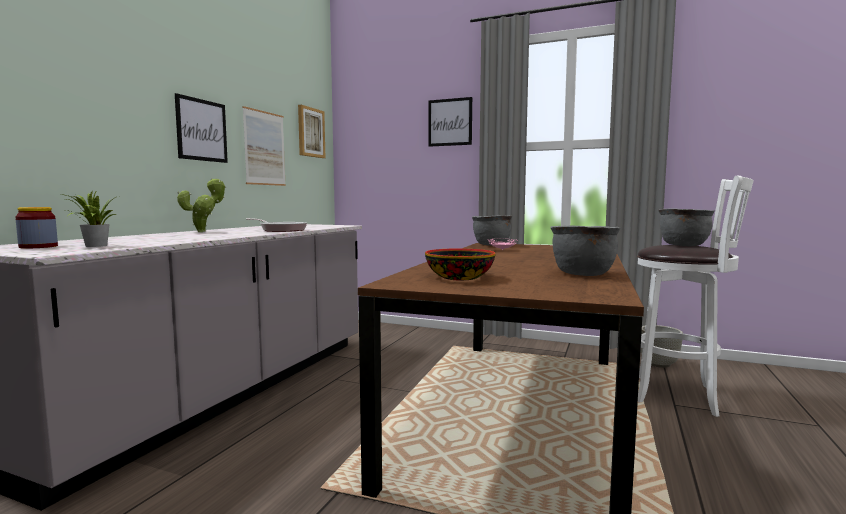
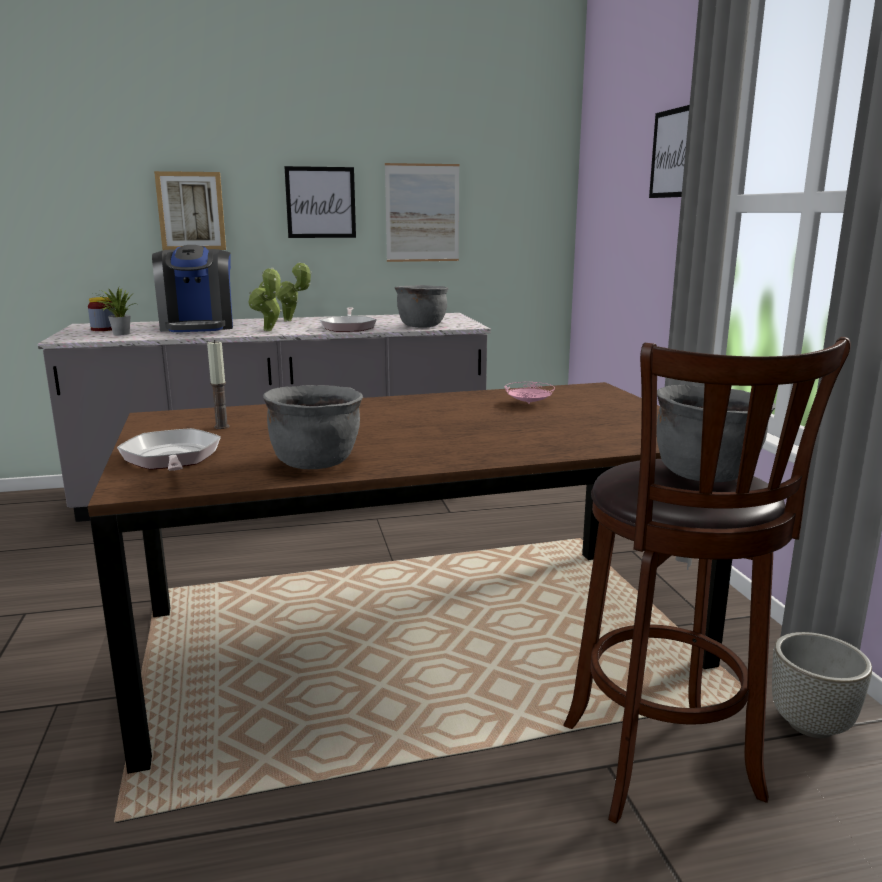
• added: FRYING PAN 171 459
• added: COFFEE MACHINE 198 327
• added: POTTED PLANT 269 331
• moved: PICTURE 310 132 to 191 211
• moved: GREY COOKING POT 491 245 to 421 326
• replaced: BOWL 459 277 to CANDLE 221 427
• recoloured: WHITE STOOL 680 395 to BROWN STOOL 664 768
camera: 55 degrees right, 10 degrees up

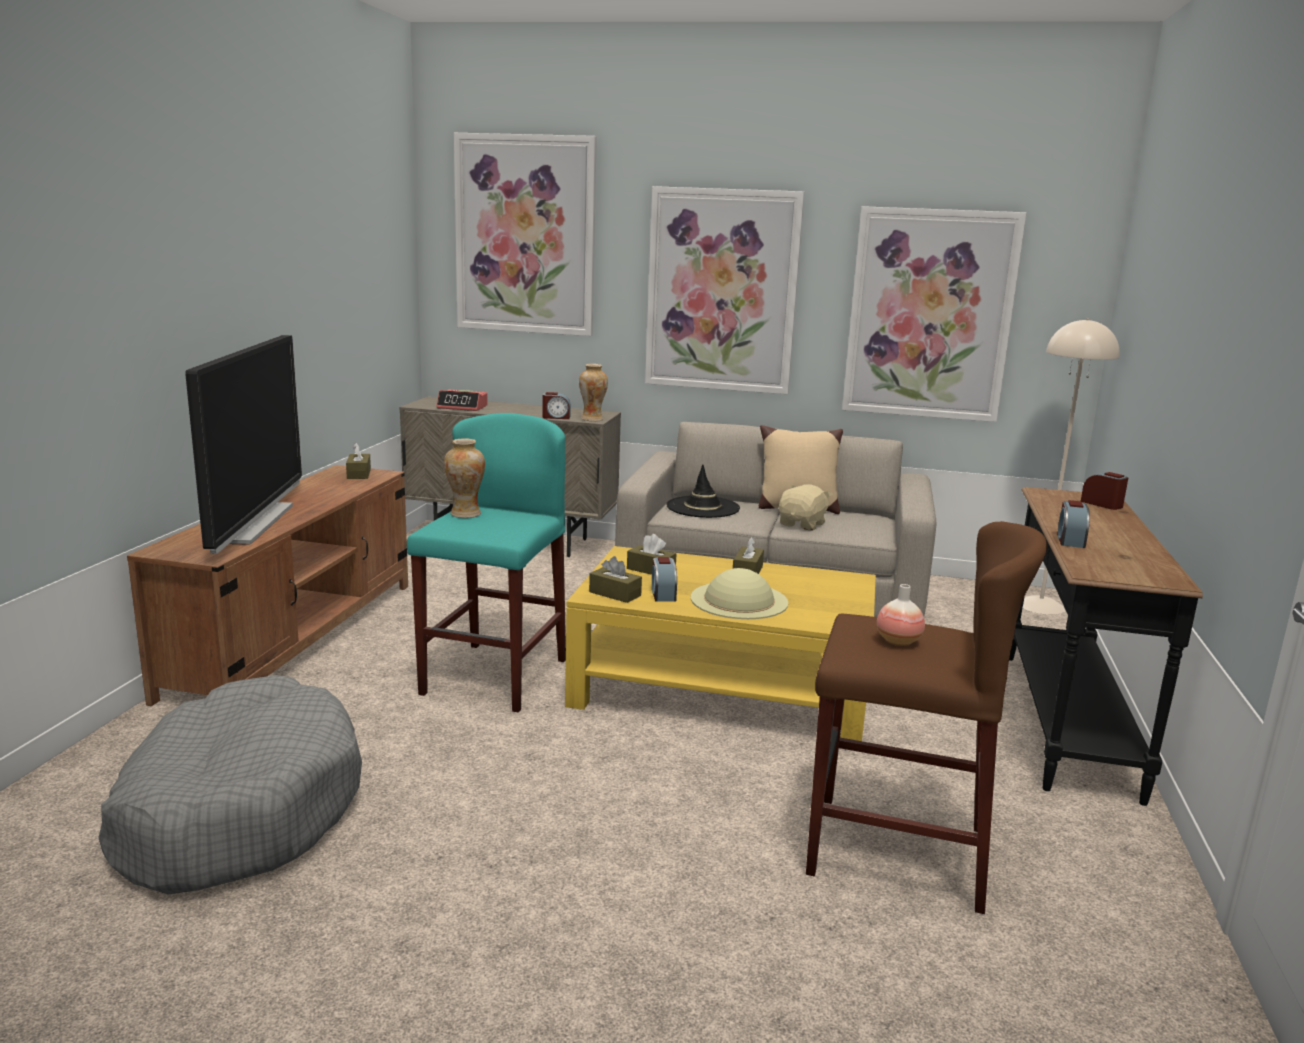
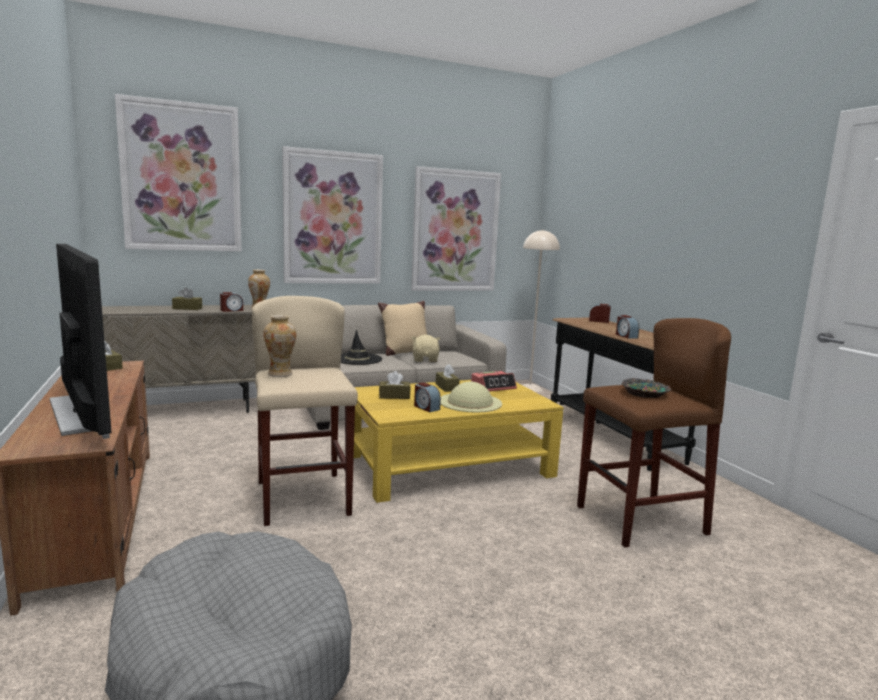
• moved: ALARM CLOCK 462 407 to 493 387
• moved: BROWN TISSUE BOX 615 594 to 187 308
• replaced: VASE 898 641 to BOWL 645 393
• recoloured: TURQUOISE STOOL 494 676 to BEIGE STOOL 303 498
camera: 35 degrees left, 5 degrees down

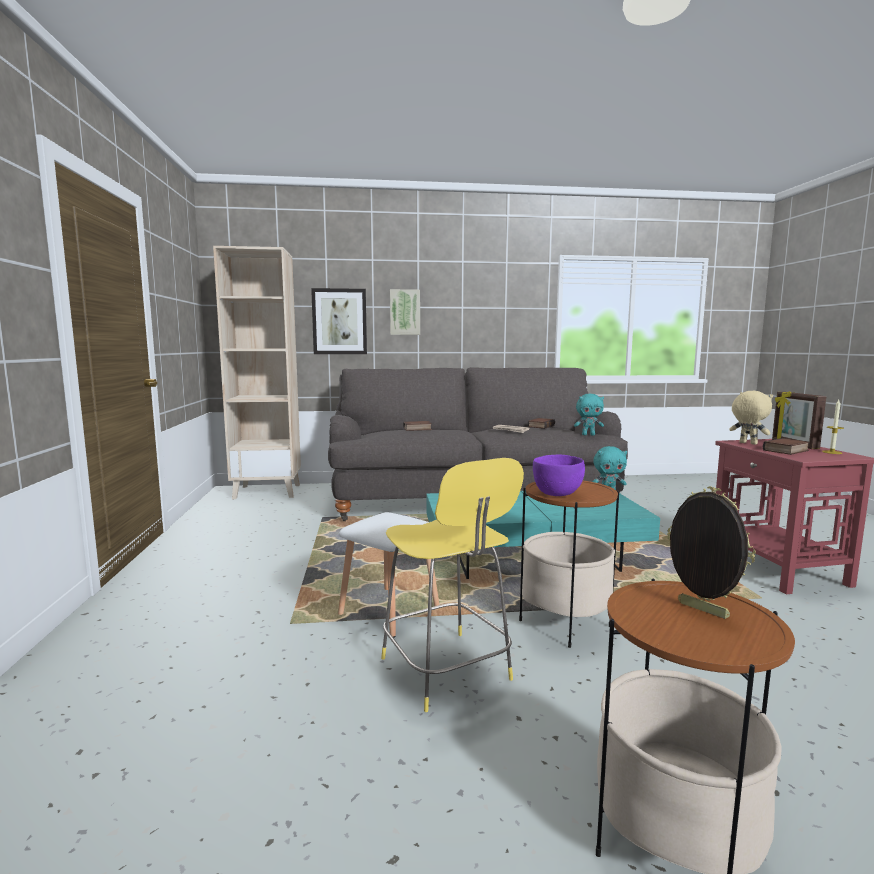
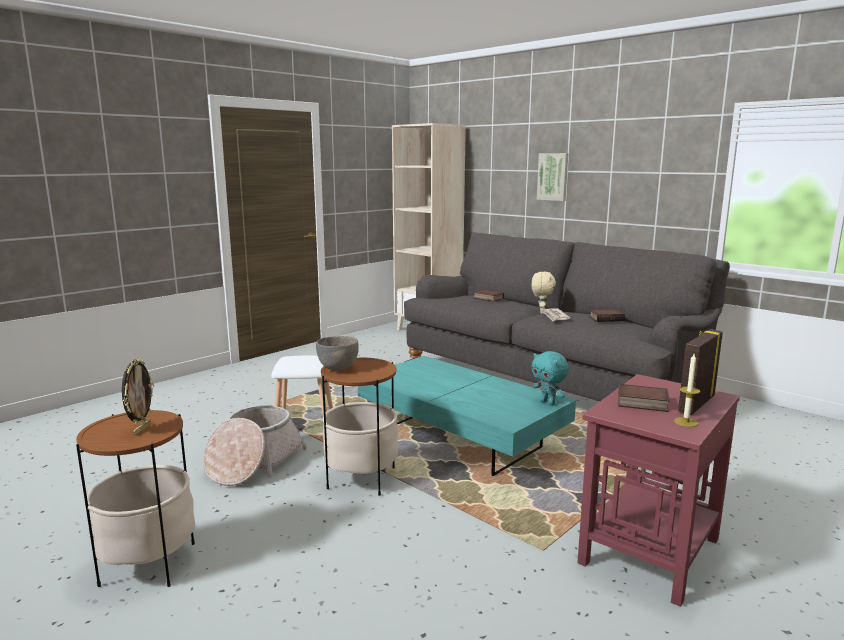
• removed: PICTURE 339 321
• removed: TURQUOISE PLUSH TOY 588 435
• moved: BEIGE PLUSH TOY 747 443 to 541 312
• replaced: YELLOW STOOL 447 671 to BASKET 253 463
• recoloured: PURPLE BOWL 557 494 to GREY BOWL 338 368
camera: 50 degrees right, 5 degrees up

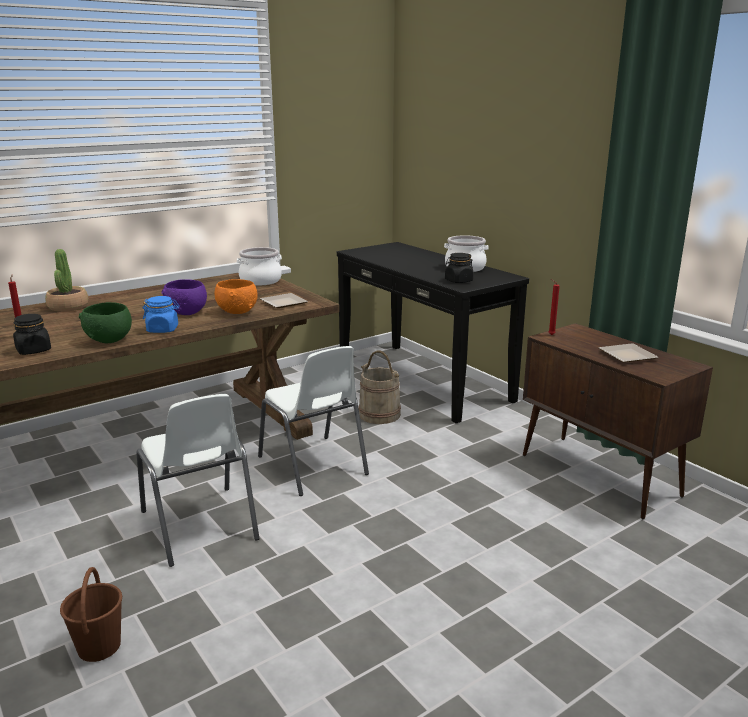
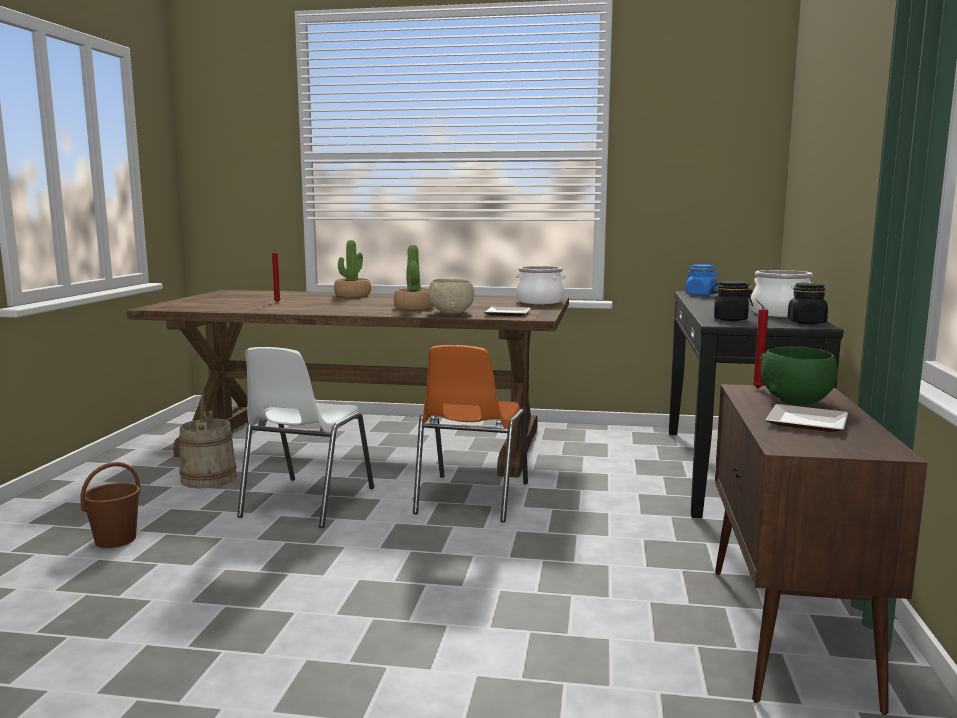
• moved: BLACK JAR 34 350 to 806 322
• moved: GREEN BOWL 110 340 to 797 401
• moved: BLUE JAR 163 330 to 701 295
• moved: BEIGE BUCKET 379 414 to 209 479
• replaced: PURPLE BOWL 187 312 to POTTED PLANT 414 307
• recoloured: ORANGE BOWL 237 311 to BEIGE BOWL 452 312
• recoloured: WHITE CHAIR 313 466 to ORANGE CHAIR 470 499
camera: 45 degrees right, 10 degrees down

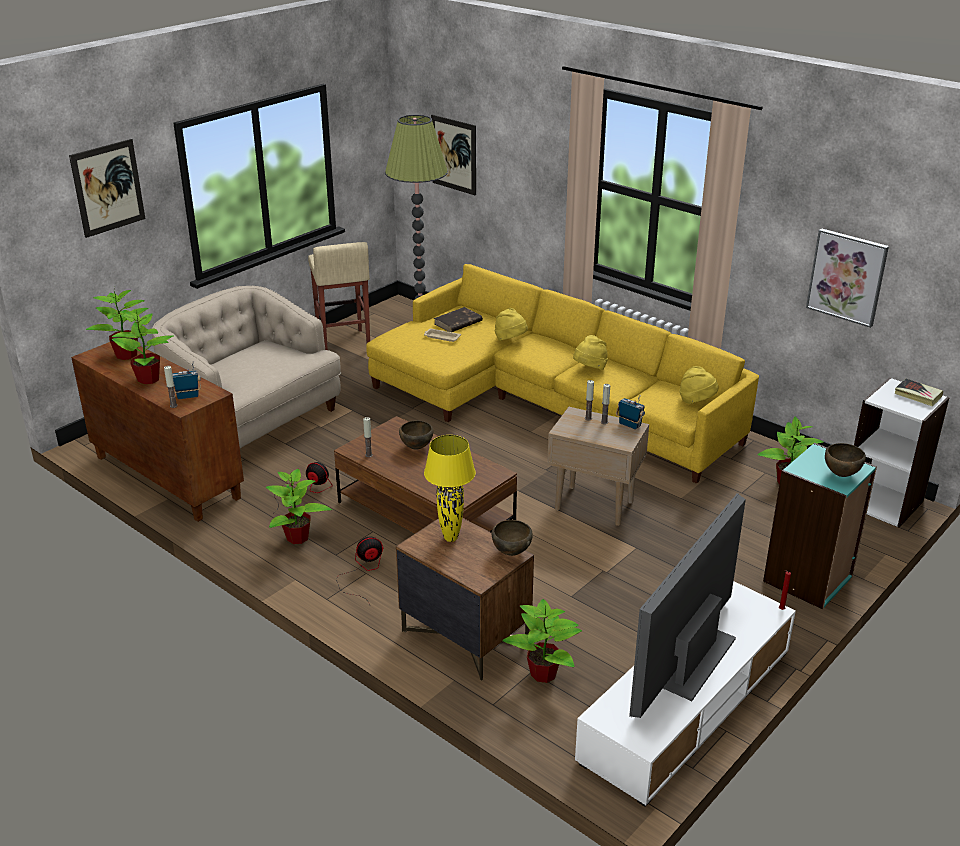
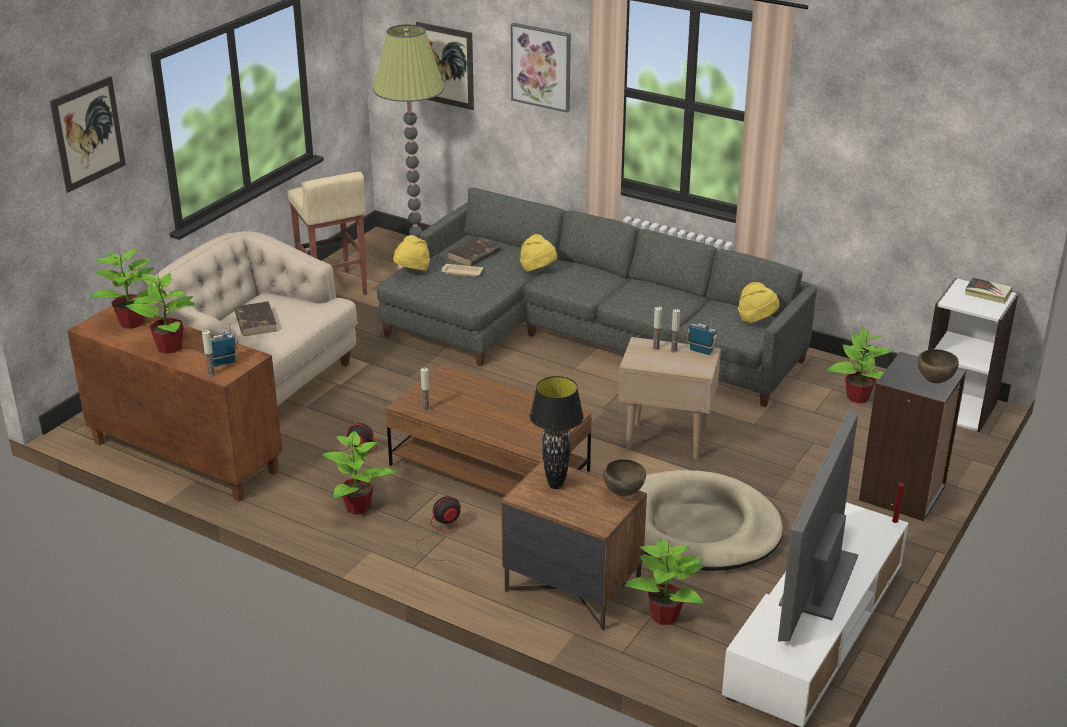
• removed: BROWN BOWL 416 448
• added: BROWN BOOK 255 321
• added: BEIGE DOG BED 698 527
• moved: YELLOW HAT 589 369 to 412 271
• moved: PICTURE 847 277 to 541 67
• recoloured: YELLOW SOFA 545 401 to GREY SOFA 580 333
• recoloured: YELLOW TABLE LAMP 450 538 to BLACK TABLE LAMP 555 485
• recoloured: TURQUOISE BOOKCASE 808 579 to BLACK BOOKCASE 903 493
camera: 10 degrees left, 0 degrees up

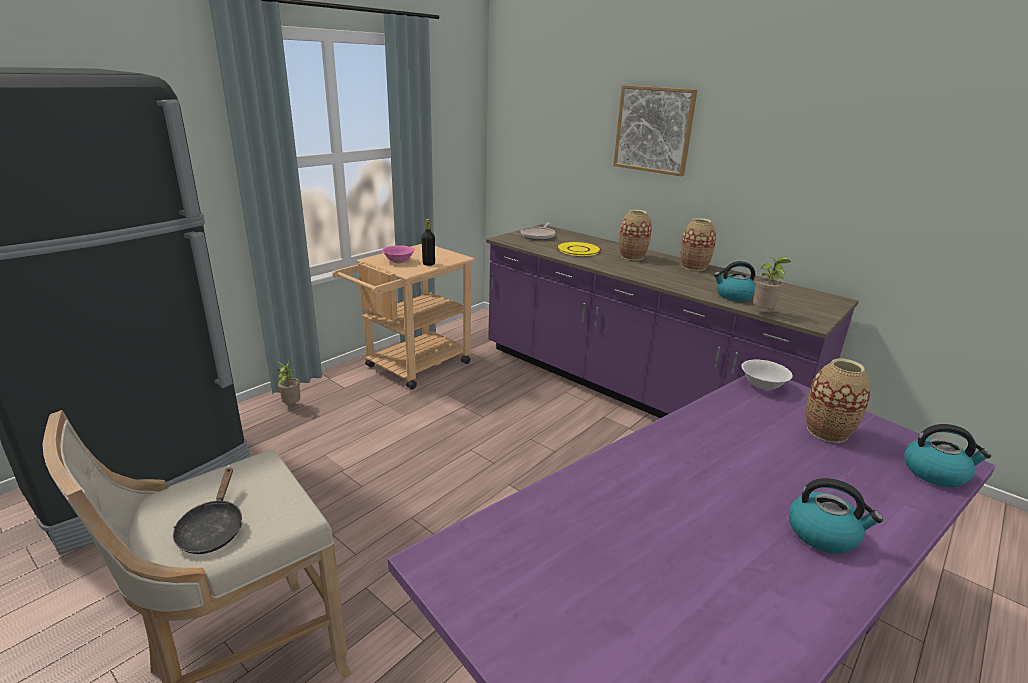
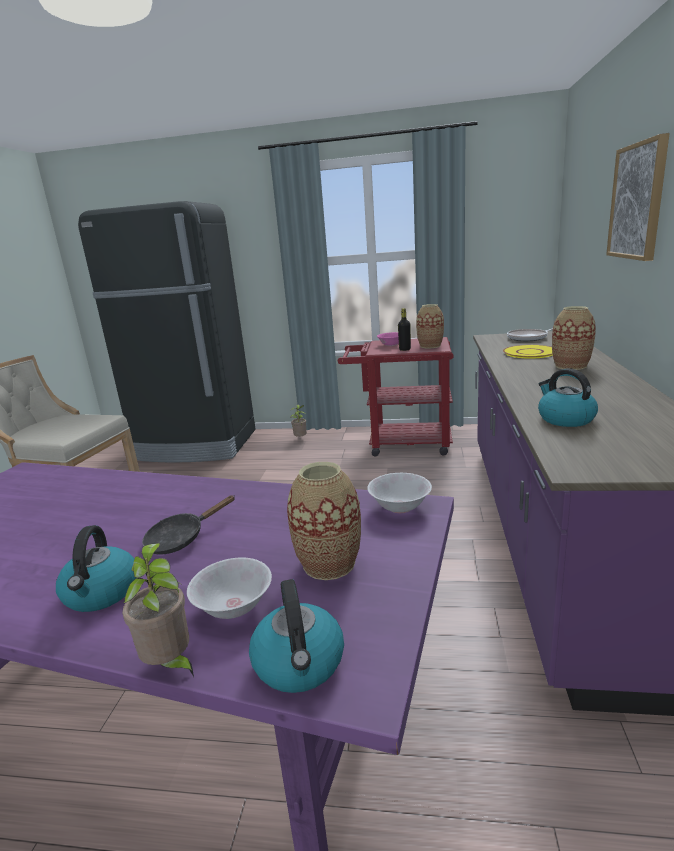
• added: WHITE BOWL 234 607
• moved: BLACK FRYING PAN 213 529 to 181 538
• moved: VASE 693 267 to 430 346
• moved: POTTED PLANT 763 312 to 170 665
• recoloured: BEIGE CART 411 367 to RED CART 401 443
camera: 60 degrees right, 5 degrees down

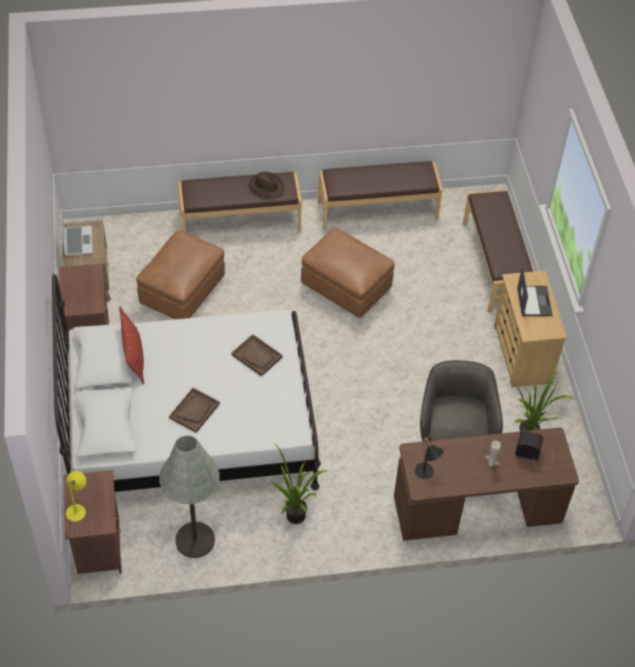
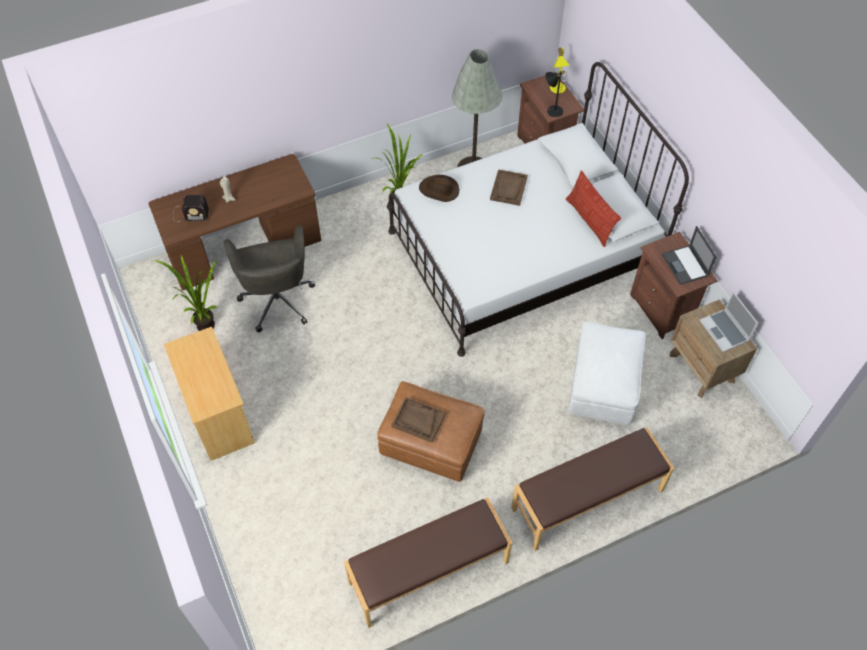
• removed: BROWN BENCH 495 265
• moved: BROWN TRAY 257 356 to 418 420
• moved: BROWN HAT 266 186 to 439 190
• moved: BLACK TABLE LAMP 426 473 to 552 109
• moved: LAPTOP 534 301 to 685 265
• recoloured: BROWN OTTOMAN 183 291 to WHITE OTTOMAN 602 386
camera: 165 degrees right, 5 degrees up

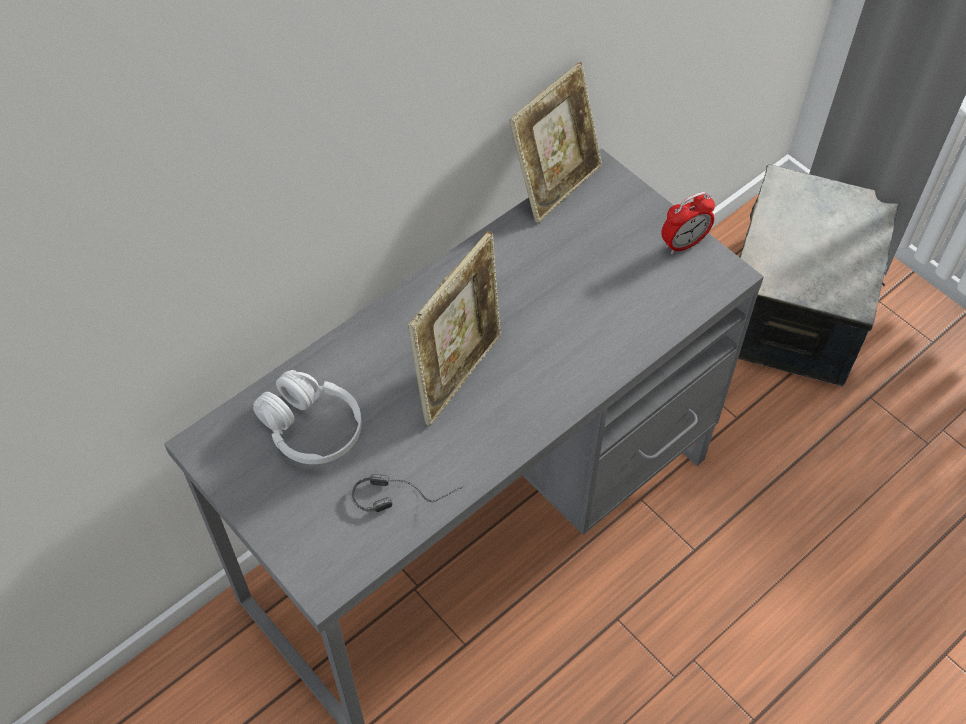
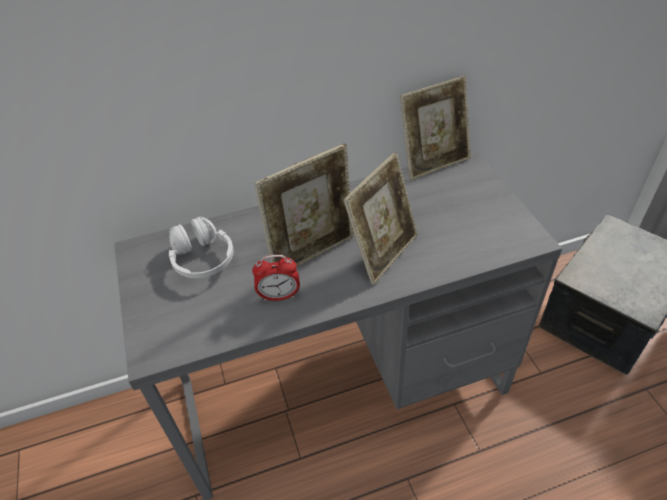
• removed: HEADPHONES 407 493
• added: PICTURE FRAME 383 252
• moved: ALARM CLOCK 683 243 to 279 296
camera: 25 degrees right, 10 degrees down

